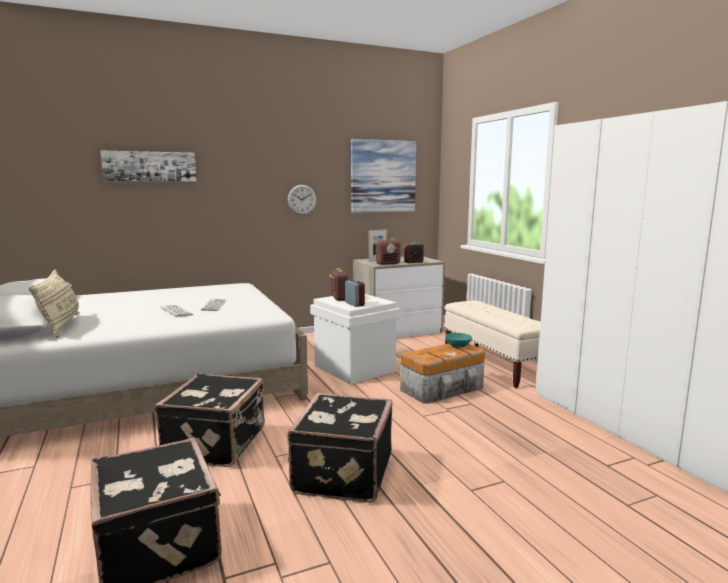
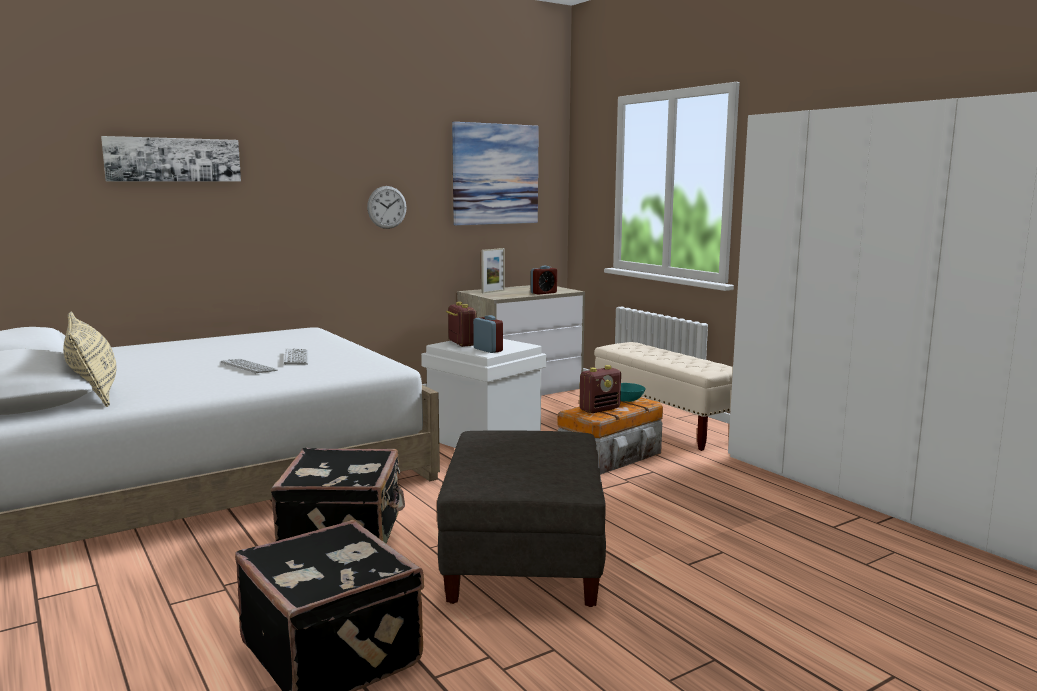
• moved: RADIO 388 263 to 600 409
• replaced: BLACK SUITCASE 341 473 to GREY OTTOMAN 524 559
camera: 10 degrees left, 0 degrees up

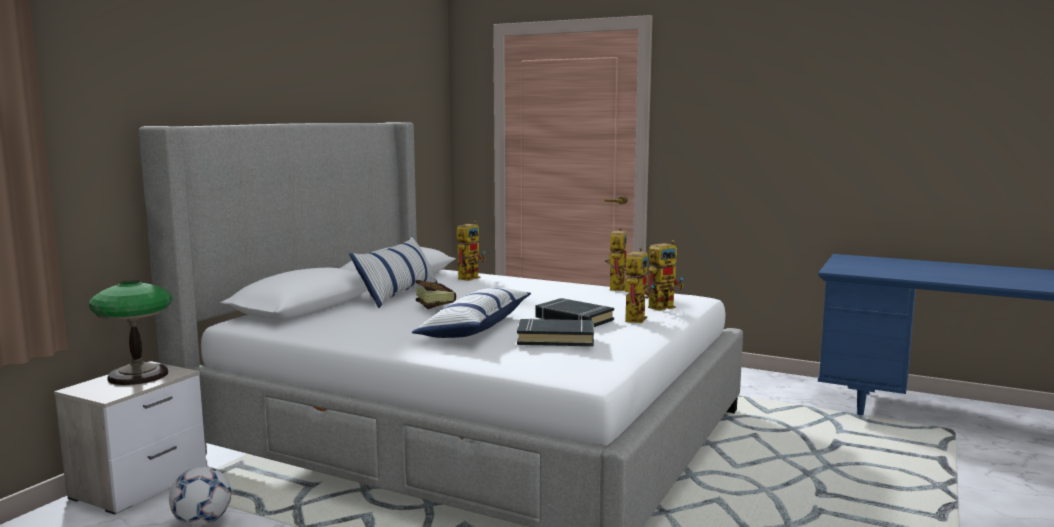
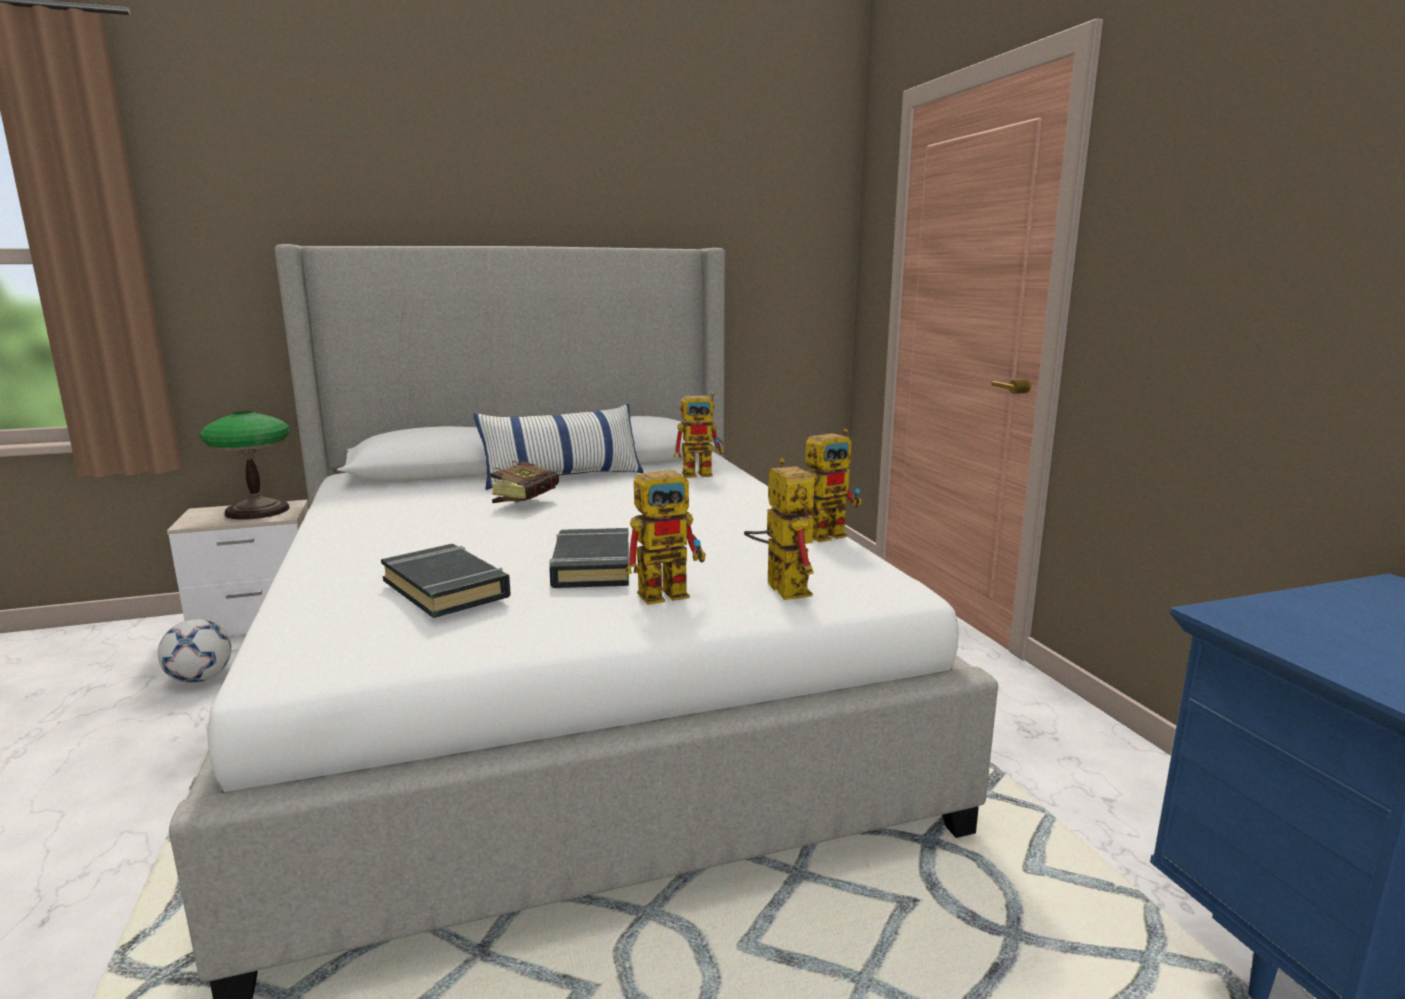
• removed: PILLOW 475 328
• turned: TOY ROBOT 664 306 = 779 586 120 degrees counterclockwise
camera: 45 degrees right, 5 degrees up

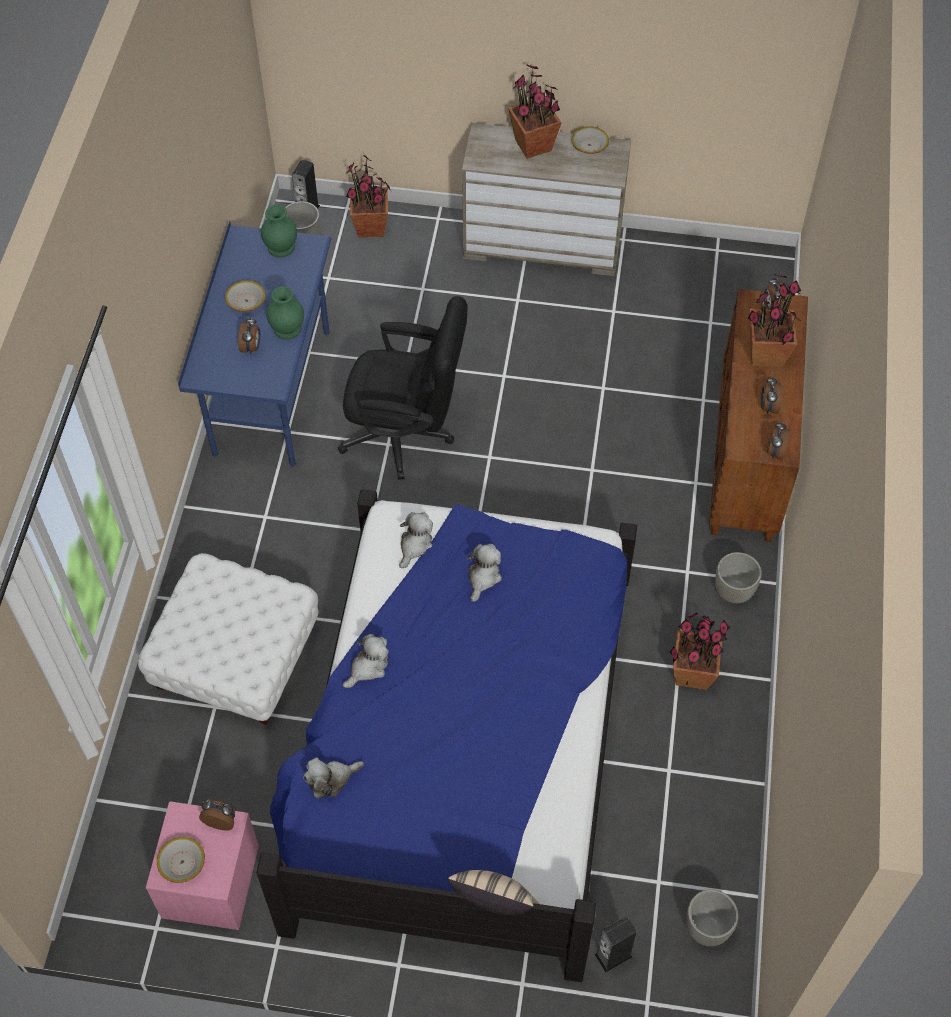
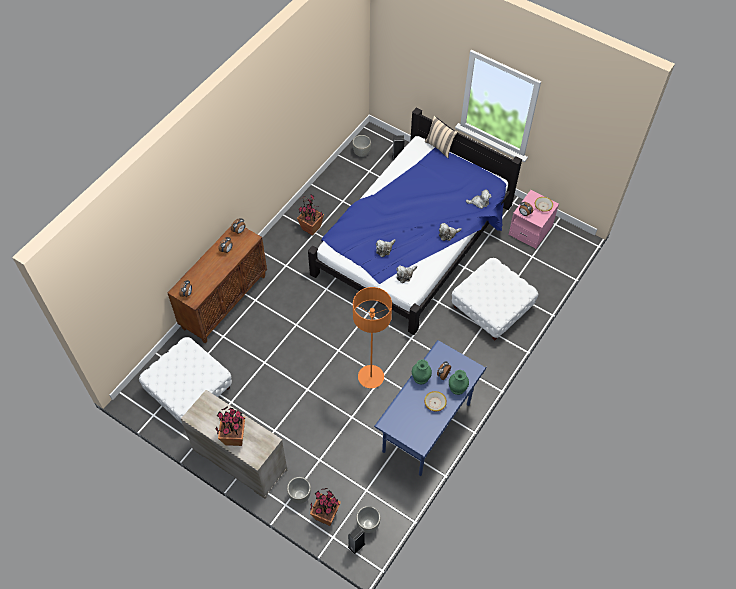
• removed: BOWL 589 145
• removed: POTTED PLANT 765 355
• added: WHITE OTTOMAN 189 389
• moved: GREEN VASE 280 247 to 458 388
• moved: GREY PLANTER 733 591 to 299 495
• replaced: BLACK OFFICE CHAIR 407 435 to ORANGE FLOOR LAMP 371 377
camera: 155 degrees left, 0 degrees up

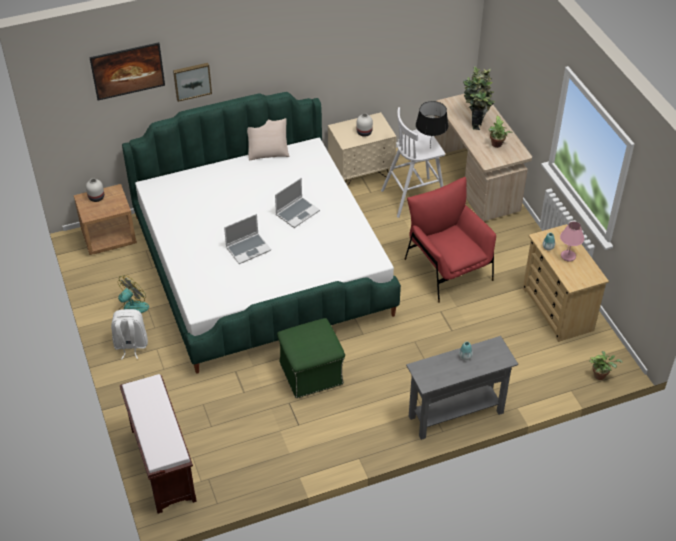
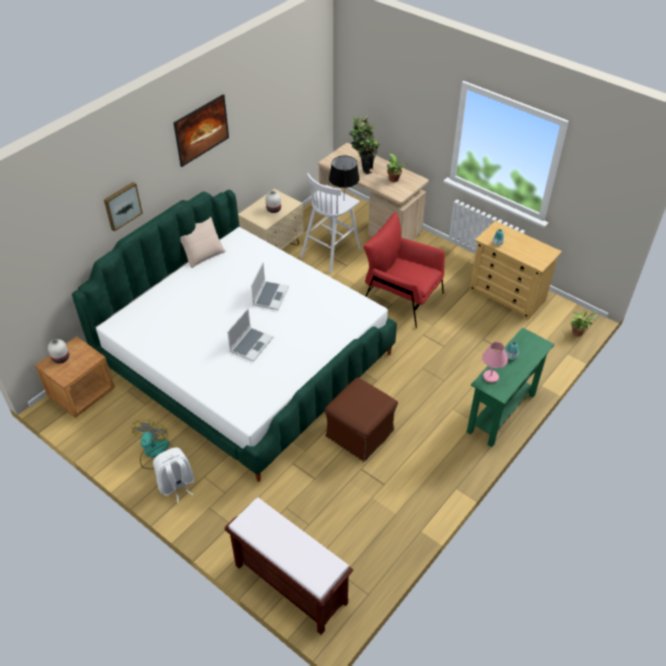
• moved: PICTURE 129 81 to 203 141
• moved: PINK TABLE LAMP 568 256 to 491 377
• recoloured: GREEN OTTOMAN 312 373 to BROWN OTTOMAN 360 433
• recoloured: GREY CONSOLE TABLE 456 414 to GREEN CONSOLE TABLE 501 413
camera: 30 degrees left, 0 degrees up

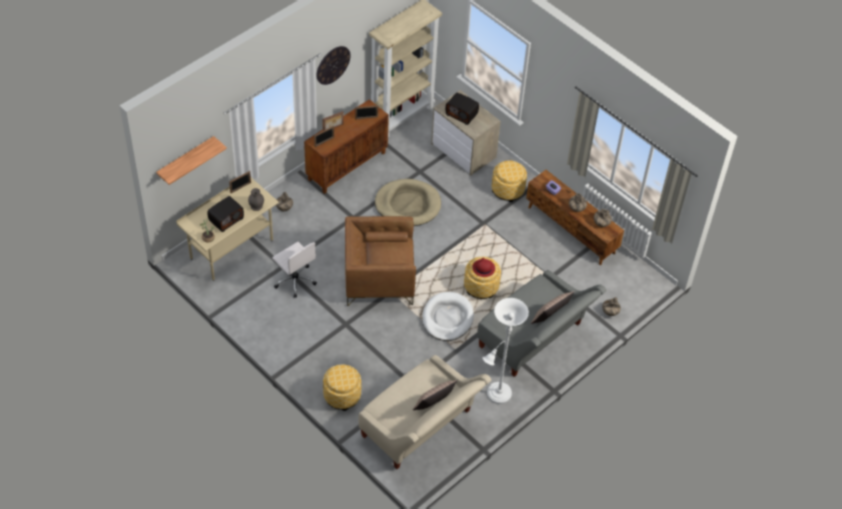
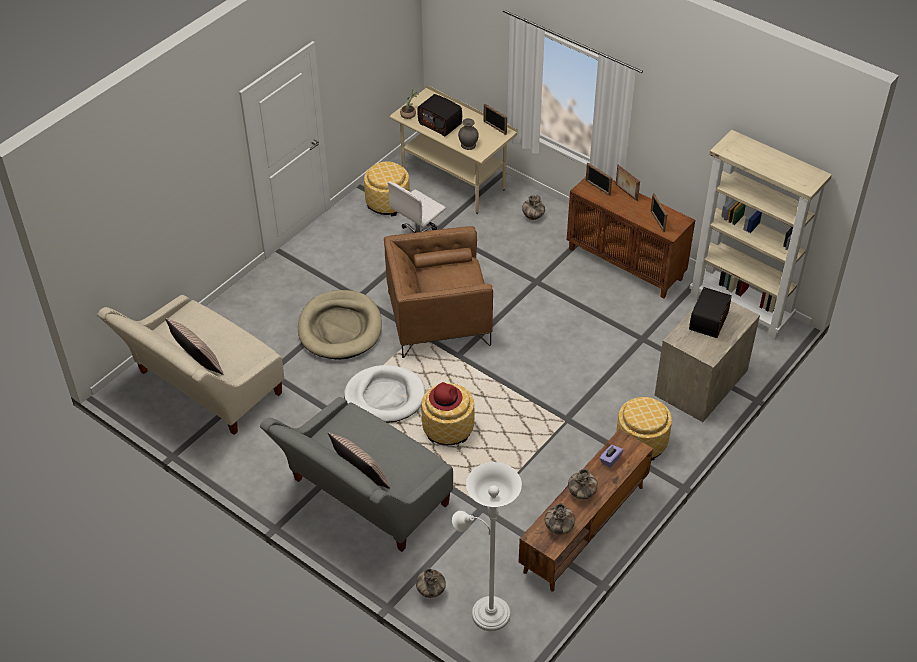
• removed: SHELF 186 159
• removed: WALL CLOCK 333 65
• moved: OTTOMAN 342 395 to 387 202
• moved: BEIGE DOG BED 408 205 to 340 328
• moved: WHITE FLOOR LAMP 496 395 to 486 611
• turned: BROWN ARMCHAIR 379 279 = 438 319 90 degrees counterclockwise
camera: 85 degrees right, 5 degrees down

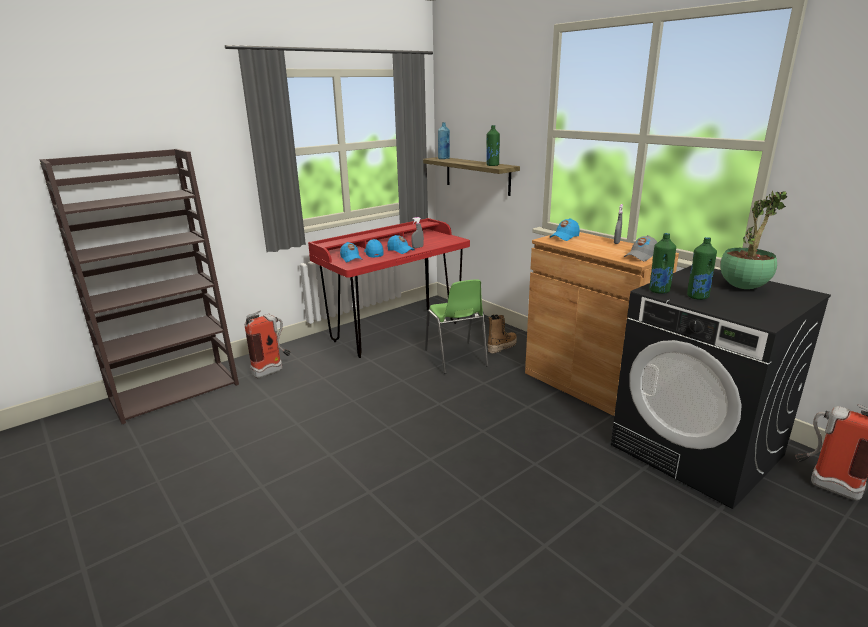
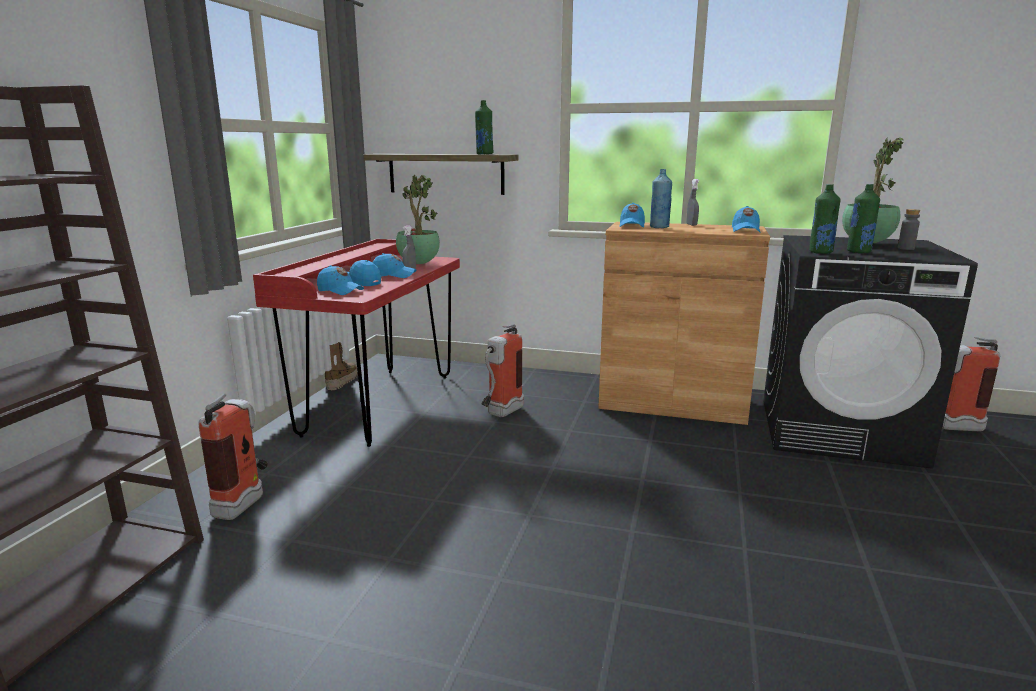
• added: POTTED PLANT 418 263
• added: GREY BOTTLE 906 248
• moved: BLUE BOTTLE 444 159 to 659 227
• moved: BOOT 502 346 to 341 381
• replaced: GREEN CHAIR 456 358 to FIRE EXTINGUISHER 501 414
• recoloured: GREY CAP 641 256 to BLUE CAP 745 230
camera: 35 degrees left, 5 degrees down

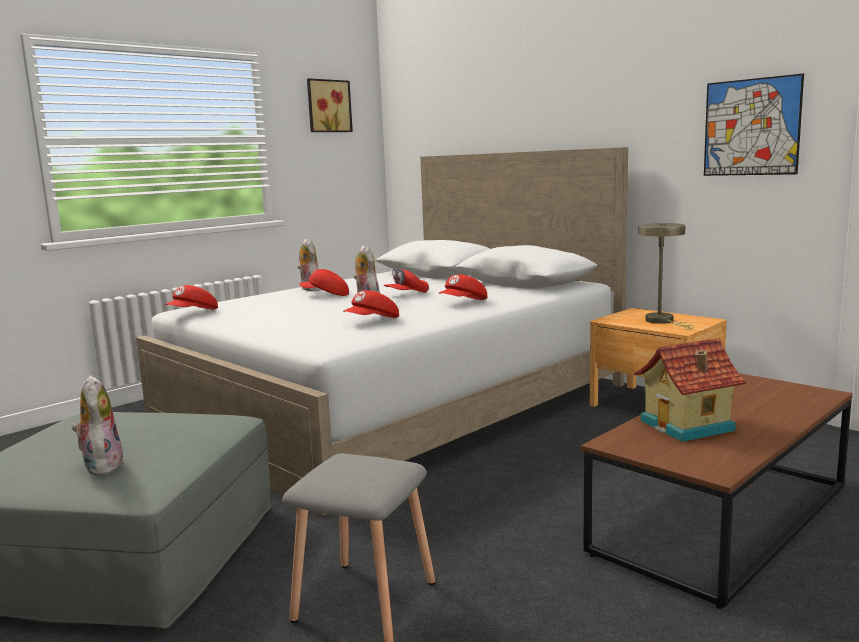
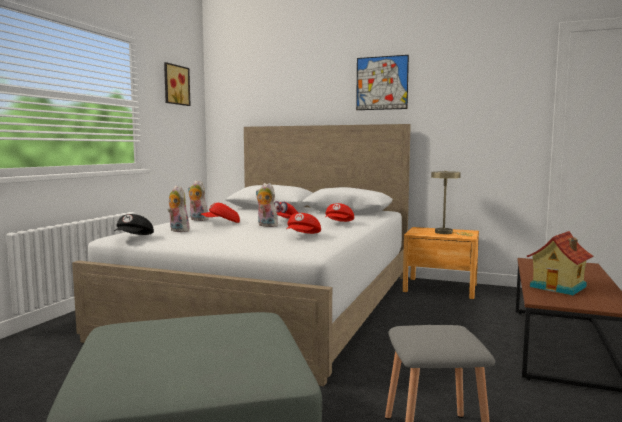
• moved: PLUSH TOY 101 466 to 177 231
• moved: PICTURE 751 127 to 382 83
• recoloured: RED CAP 193 313 to BLACK CAP 134 238
camera: 25 degrees left, 5 degrees down

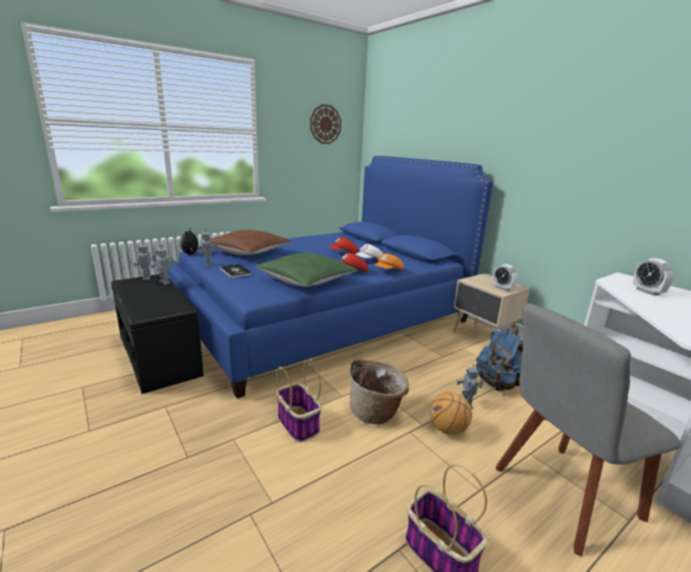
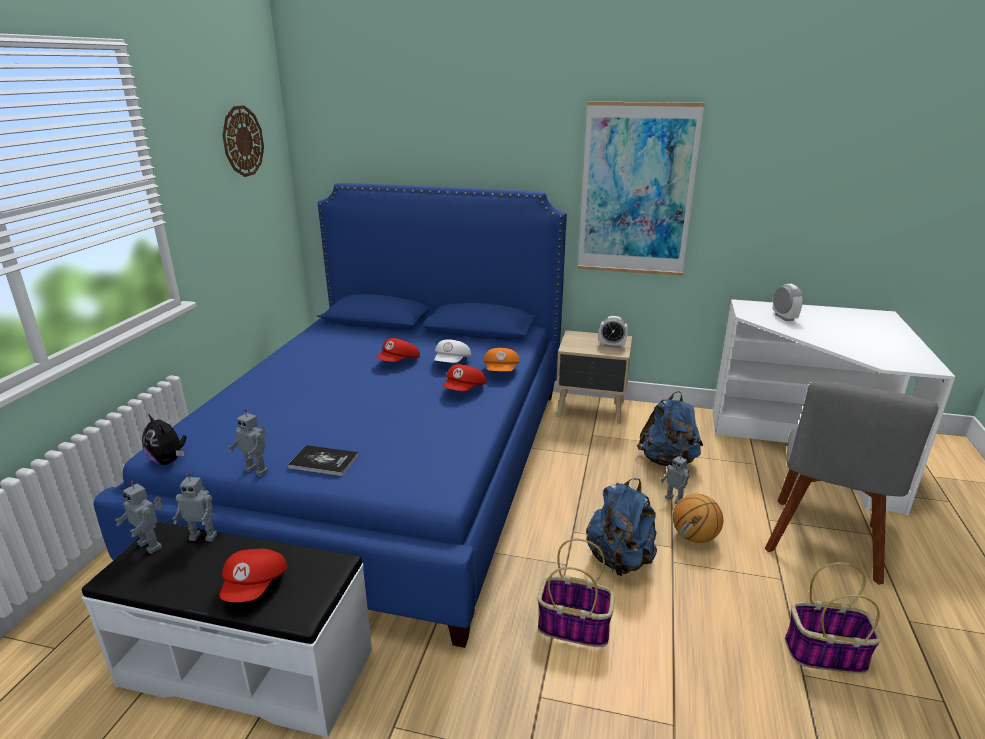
• removed: BROWN PILLOW 249 252
• removed: GREEN PILLOW 306 280
• added: RED CAP 255 586
• added: PICTURE 636 191
• replaced: BASKET 376 412 to BLUE BACKPACK 620 560
• recoloured: BLACK BENCH 160 355 to WHITE BENCH 248 666
• turned: ALARM CLOCK 647 291 = 784 317 135 degrees counterclockwise
camera: 40 degrees left, 5 degrees up

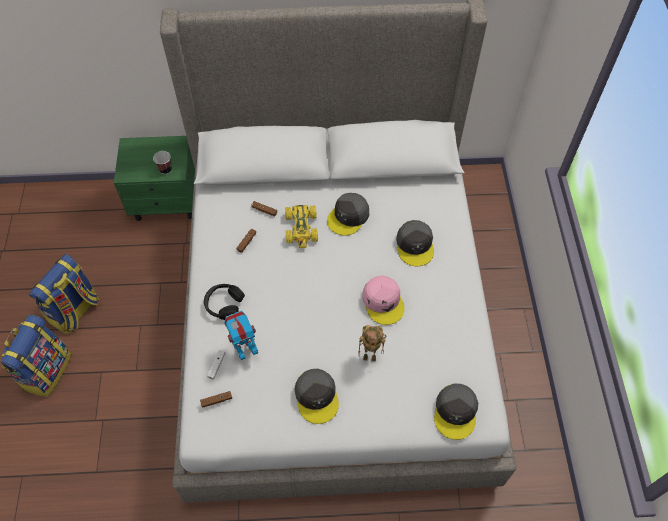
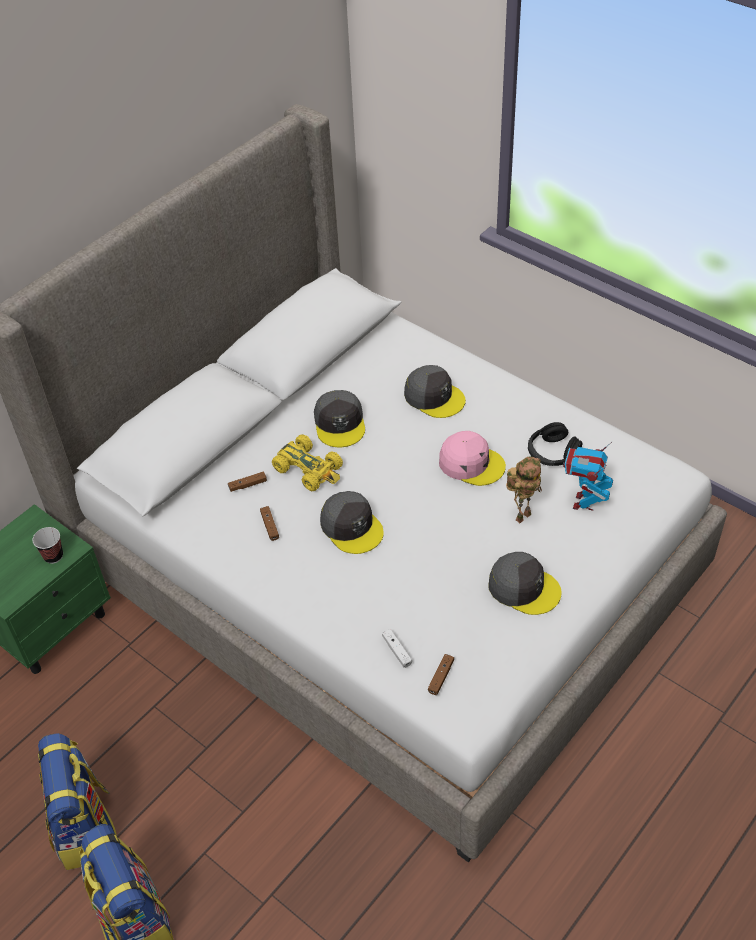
• moved: BLACK HEADPHONES 224 304 to 552 453
• moved: TOY ROBOT 245 349 to 584 502
• moved: GREY CAP 455 412 to 352 527
camera: 45 degrees left, 10 degrees down

